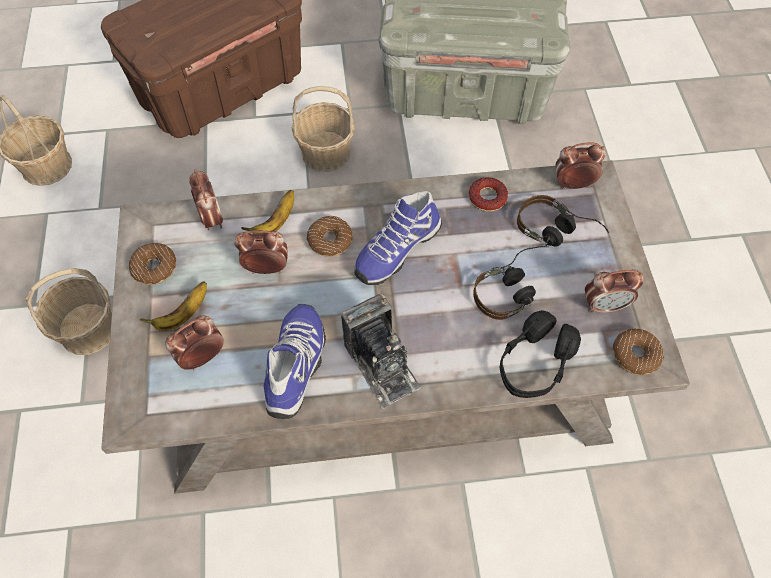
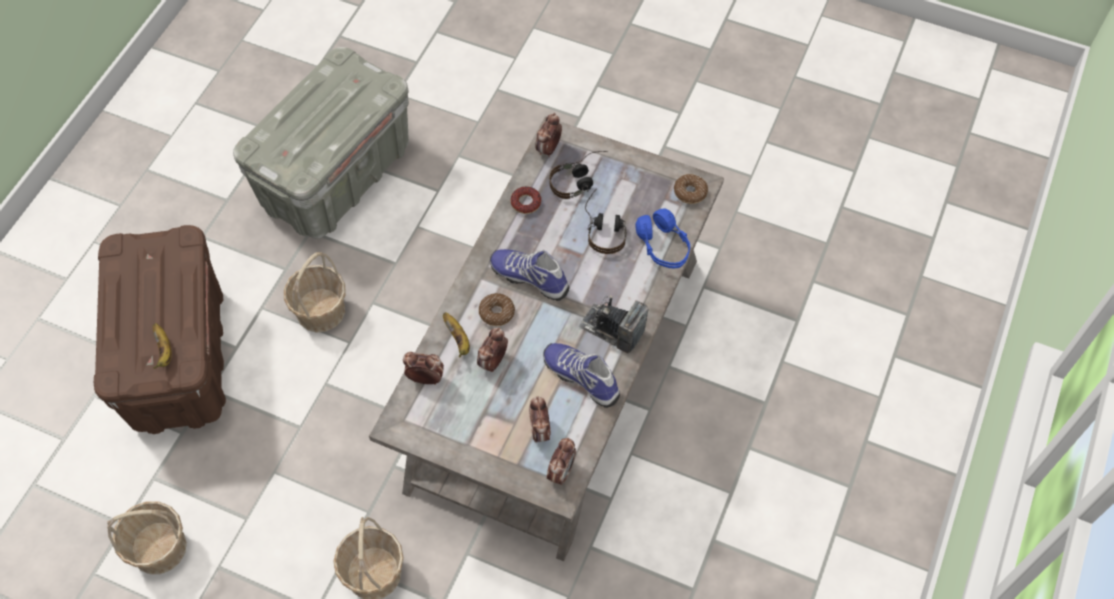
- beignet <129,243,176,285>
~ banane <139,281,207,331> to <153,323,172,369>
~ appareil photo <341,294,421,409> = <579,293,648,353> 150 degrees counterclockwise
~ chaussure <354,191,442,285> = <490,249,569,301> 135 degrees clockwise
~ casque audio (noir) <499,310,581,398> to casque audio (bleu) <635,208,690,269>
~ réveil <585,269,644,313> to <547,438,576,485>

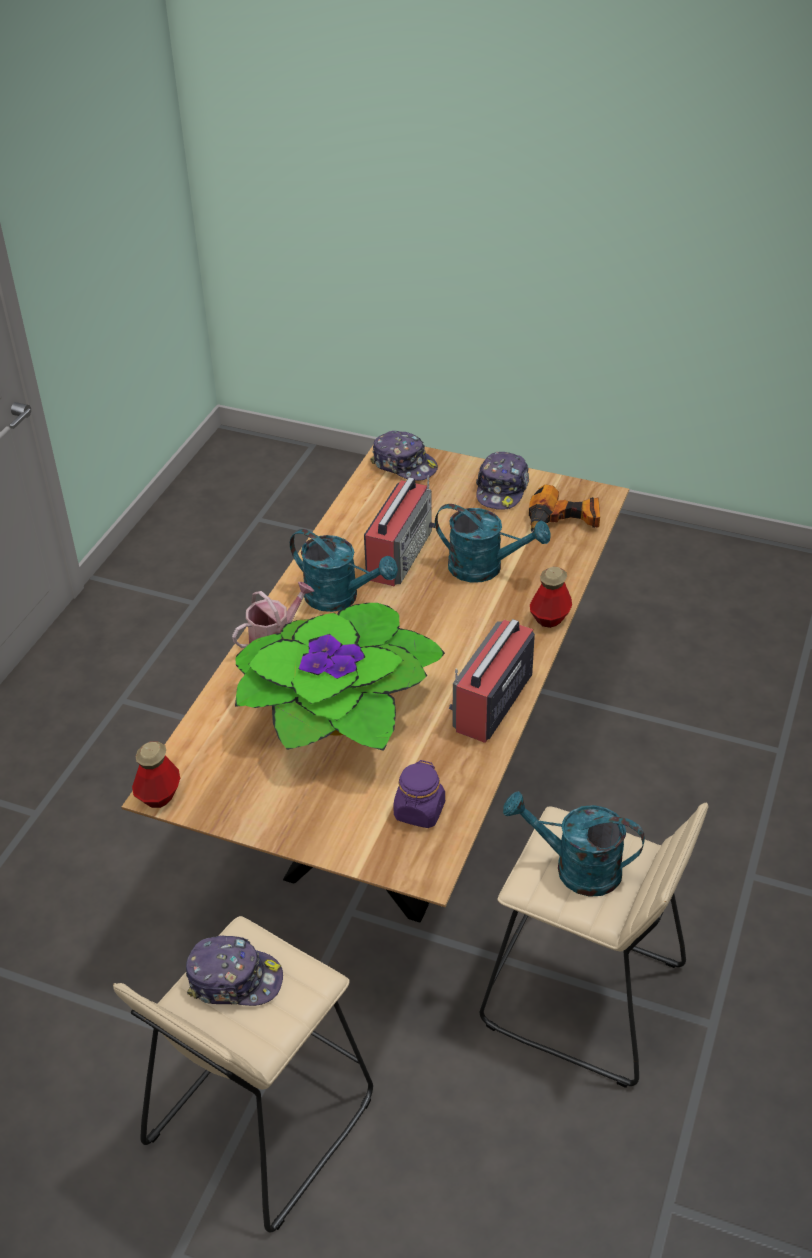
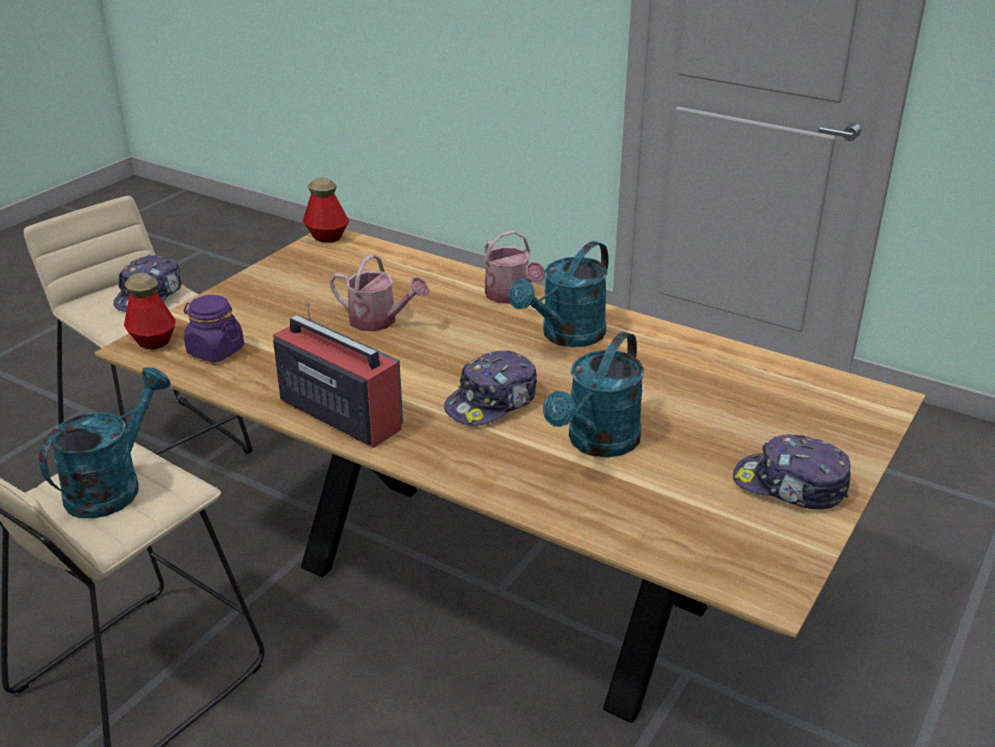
~ plante en pot <235,603,445,751> to arrosoir <329,254,429,331>
- radio <364,476,435,586>
~ casquette <370,431,438,481> to <444,350,537,426>
- perceuse <529,484,600,532>
~ bouteille <530,566,572,628> to <124,273,176,349>

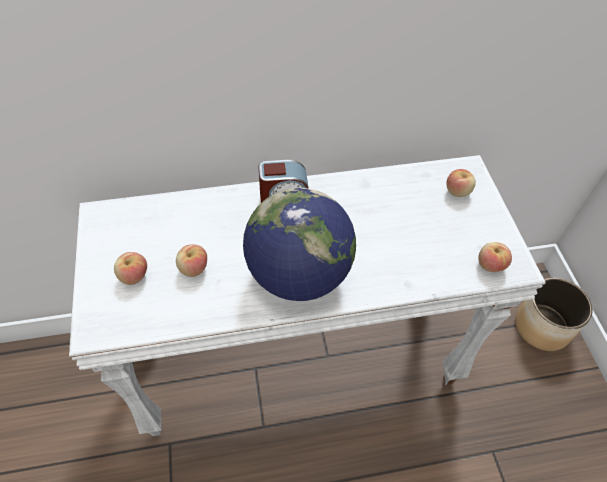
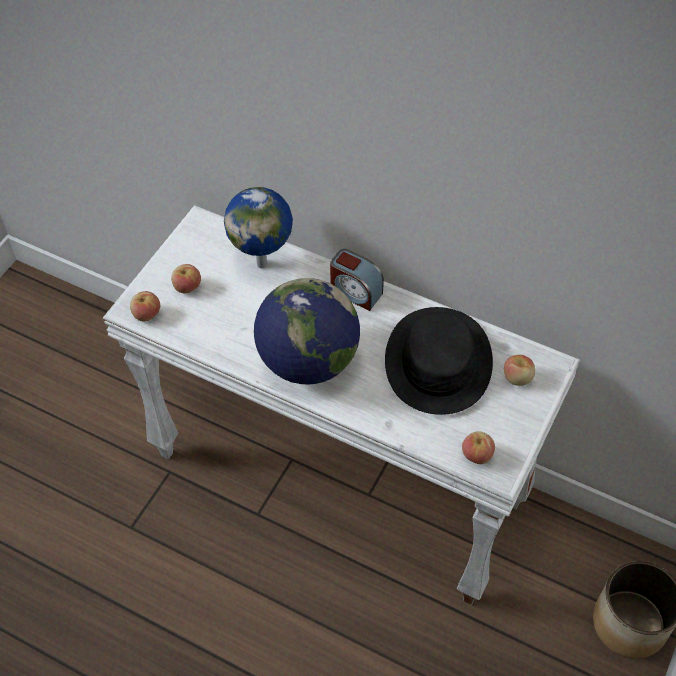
~ pomme <176,244,207,277> to <130,291,160,321>
+ globe <224,187,293,269>
+ chapeau (noir) <385,307,493,415>

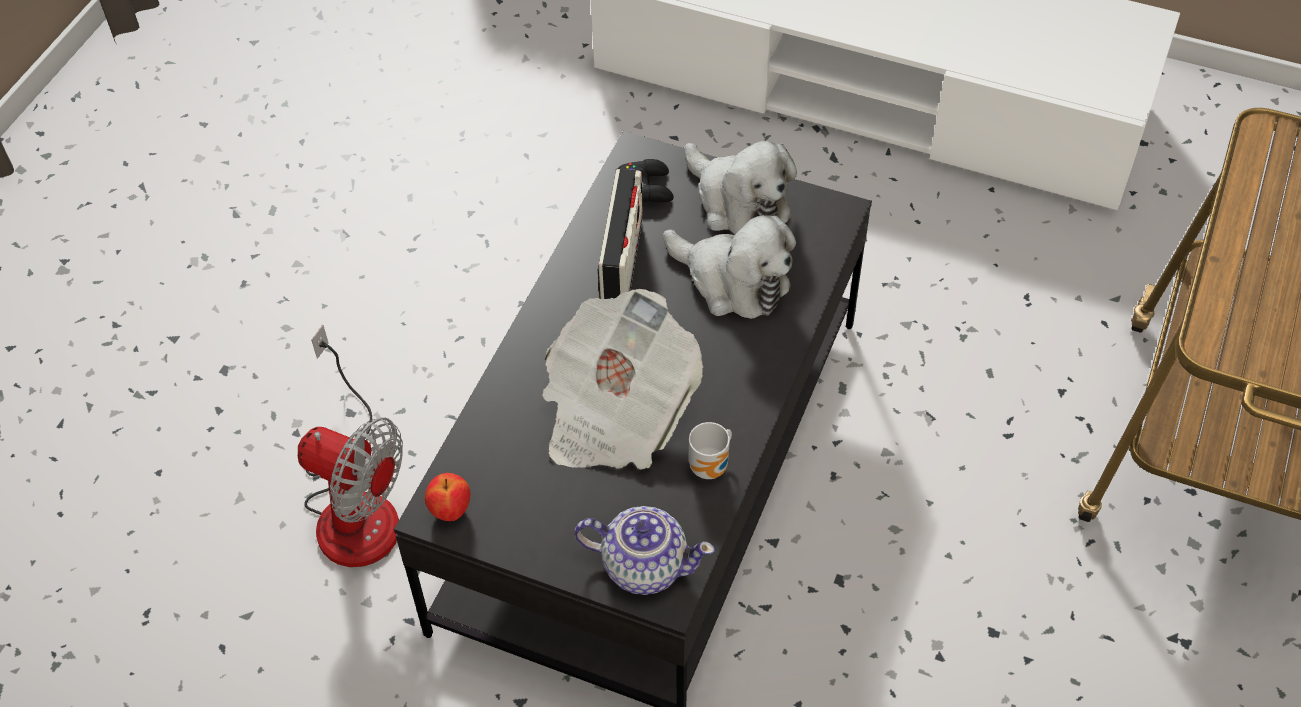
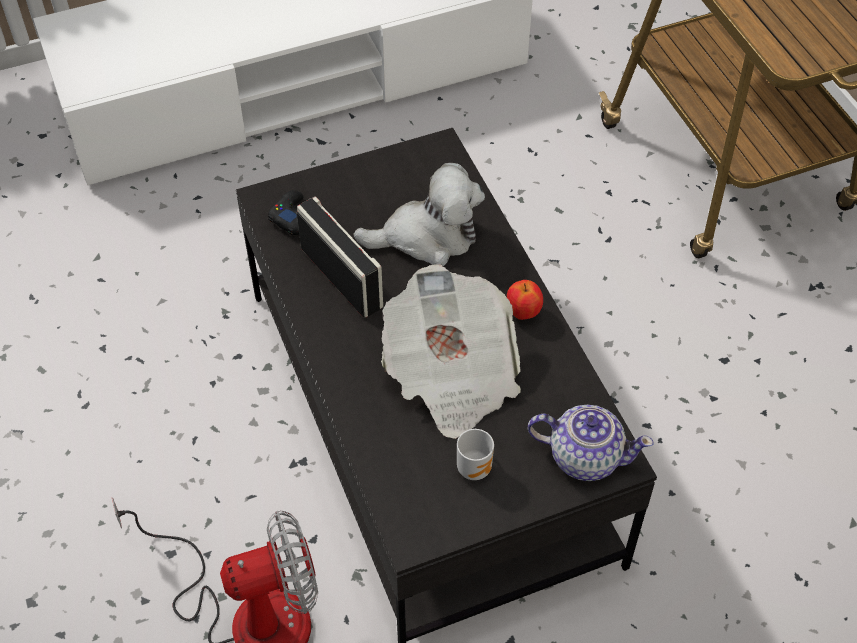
~ pomme <425,473,470,521> to <507,280,543,320>
~ théière <574,506,715,595> = <528,405,654,481> 45 degrees clockwise
- peluche <684,141,797,235>
~ mug <689,422,732,479> to <457,428,494,480>

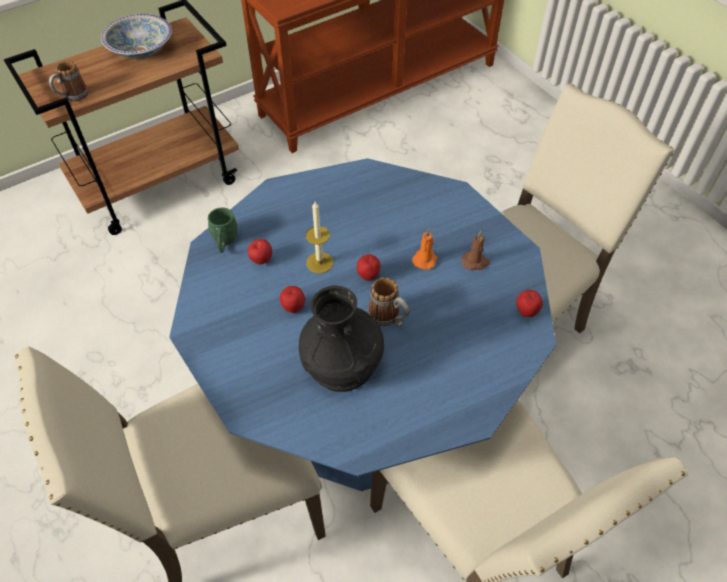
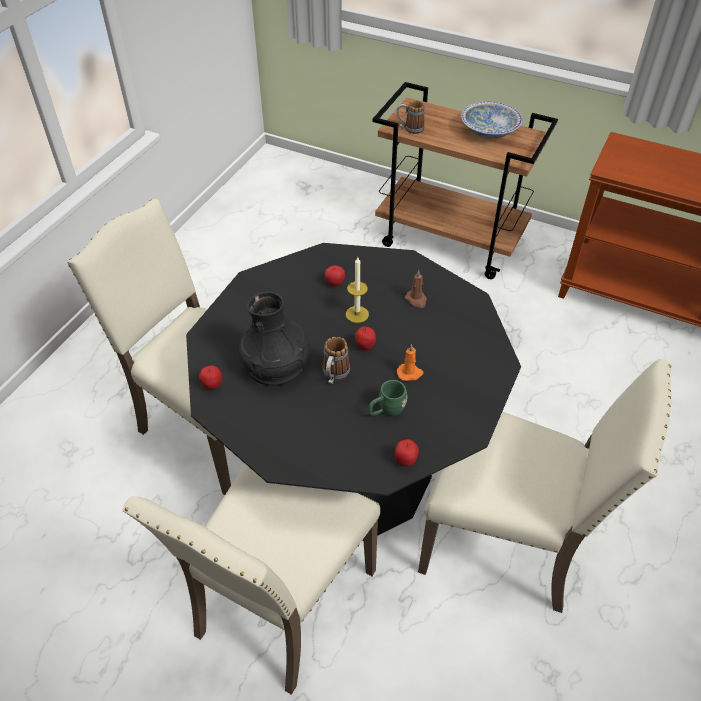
~ table à manger (bleu) <169,158,556,491> to table à manger (noir) <186,243,521,541>
~ mug (vert) <208,207,237,253> to <368,380,407,417>
~ pomme <280,286,305,313> to <199,366,222,389>
~ bougie (marron) <461,231,490,270> to <405,270,427,308>

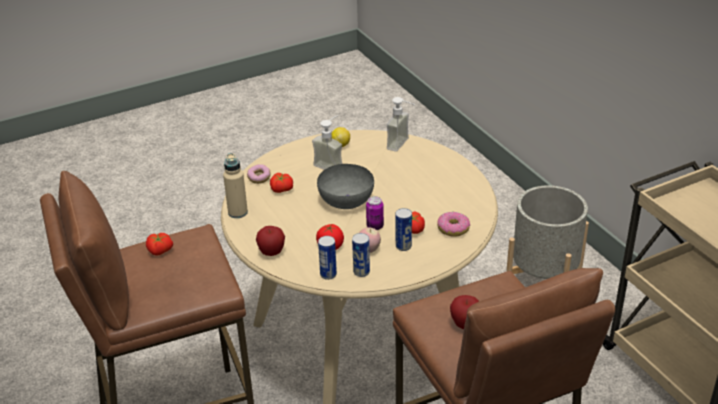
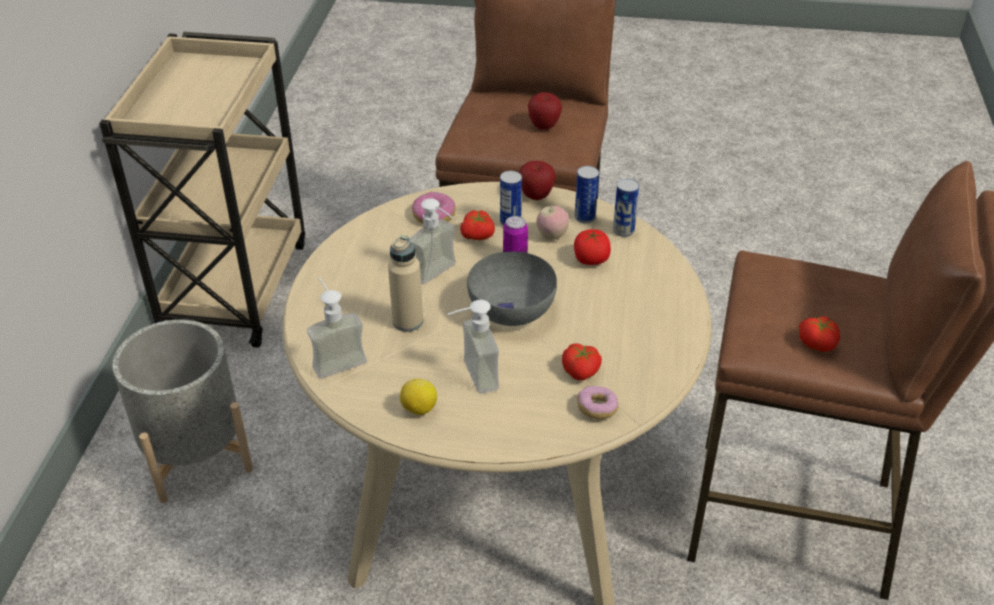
~ bouteille (beige) <223,153,248,218> to <388,236,423,332>
~ pomme <256,226,285,256> to <519,161,556,200>
+ distributeur de savon <409,198,456,284>

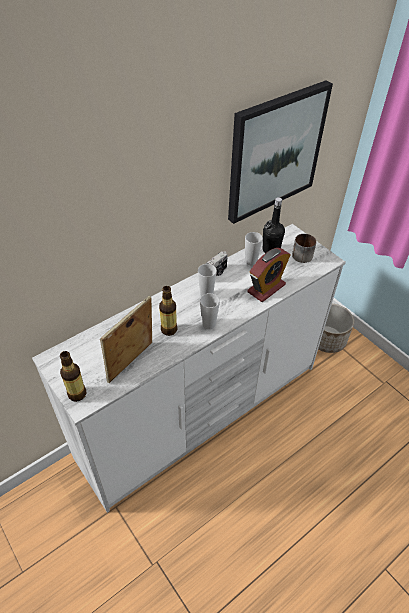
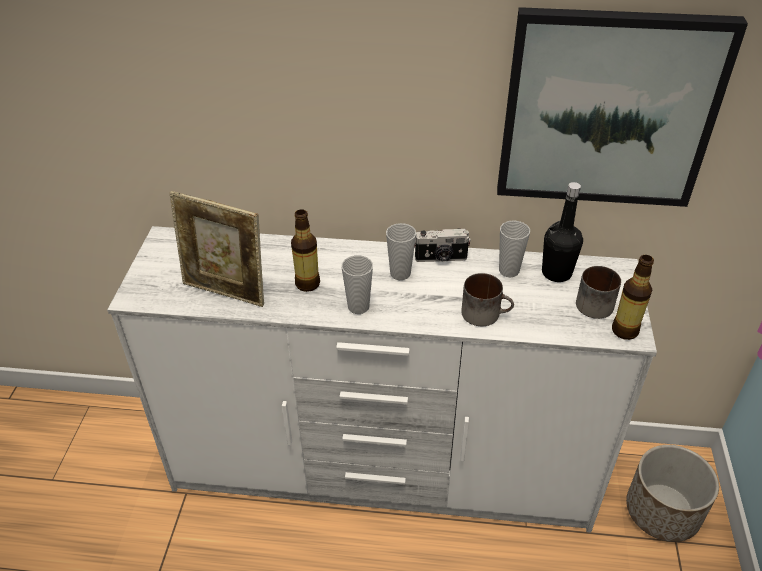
~ bouteille <60,351,87,402> to <612,255,654,340>
~ cadre photo <100,296,152,383> = <169,191,264,307> 150 degrees counterclockwise
~ réveil <247,248,291,302> to mug <461,273,514,326>

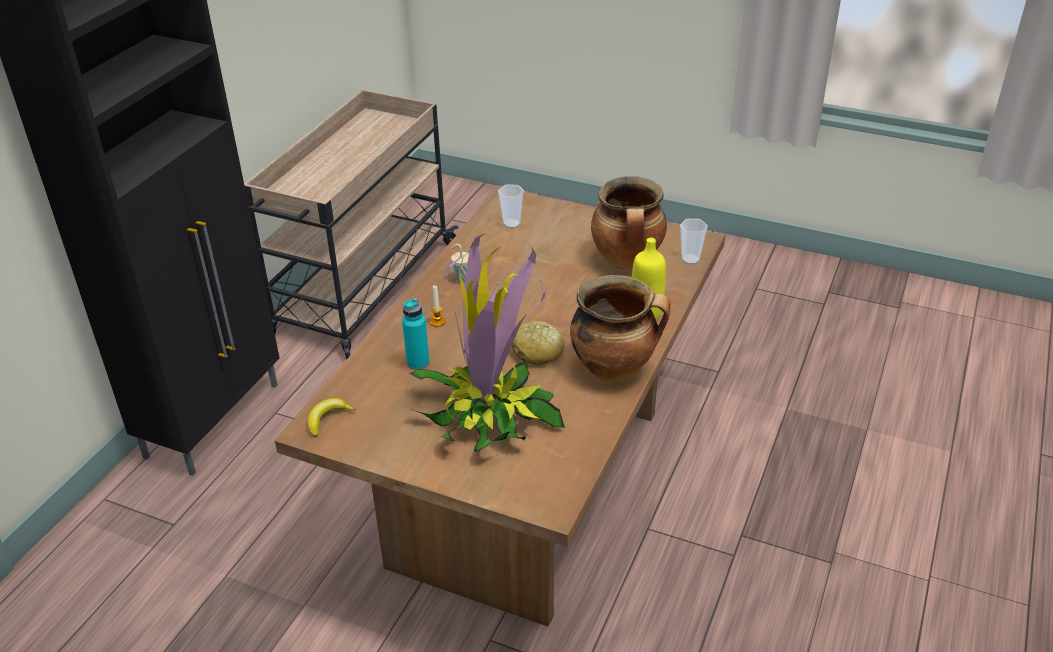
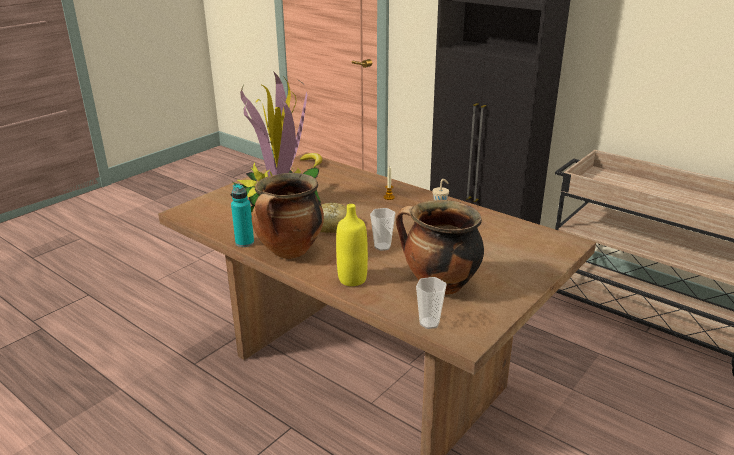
~ bouteille (turquoise) <402,298,430,370> to <231,184,254,247>
~ tasse <498,185,524,228> to <370,208,395,251>

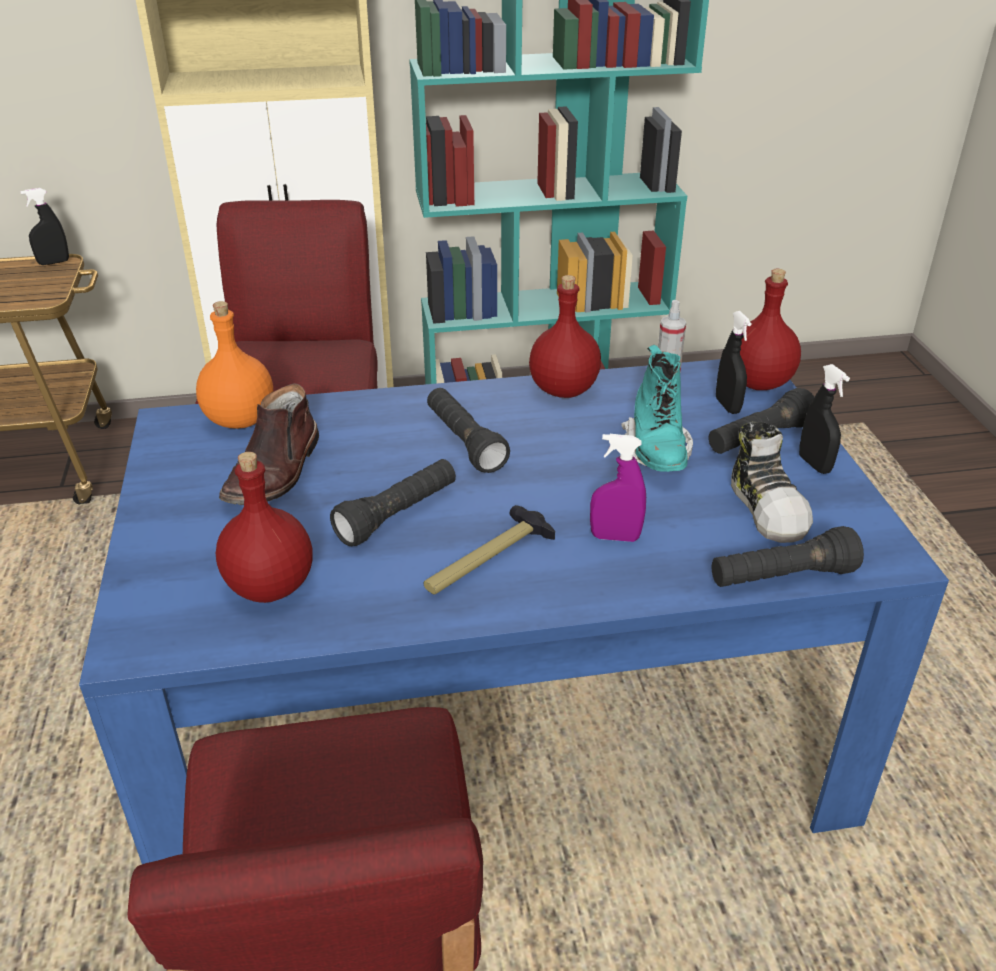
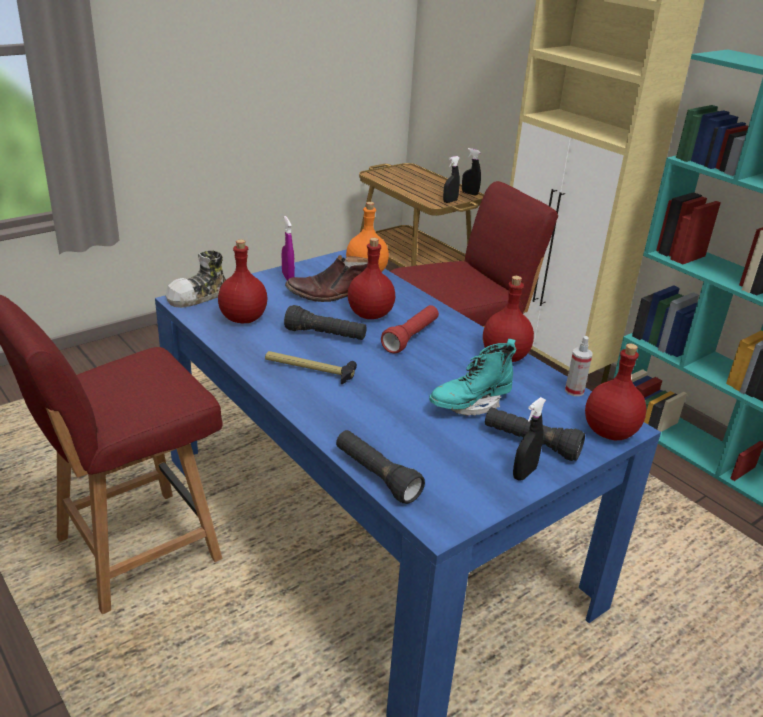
~ lampe de poche (noir) <427,388,510,473> to lampe de poche (rouge) <381,305,439,353>
~ vaporisateur (violet) <590,434,646,542> to <282,216,295,280>
~ vaporisateur (noir) <716,311,752,414> to <443,156,460,203>
~ chaussure <731,422,813,543> to <165,251,226,308>
+ bouteille (rouge) <348,238,395,319>

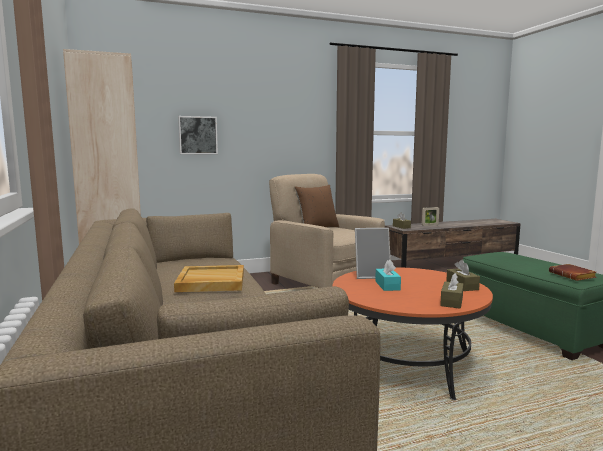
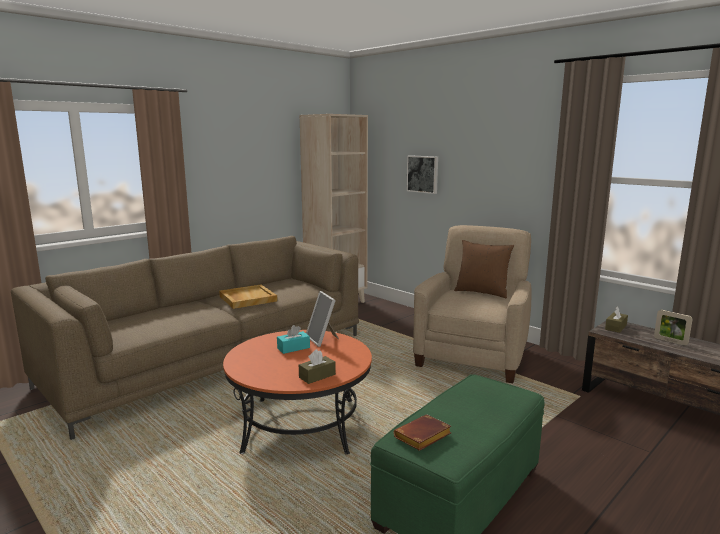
- boîte à mouchoirs (marron) <440,273,464,309>

